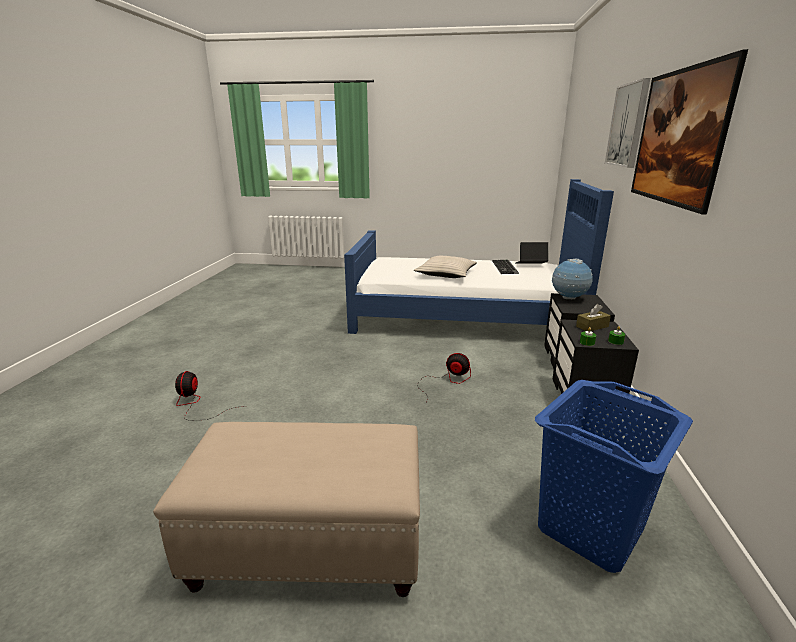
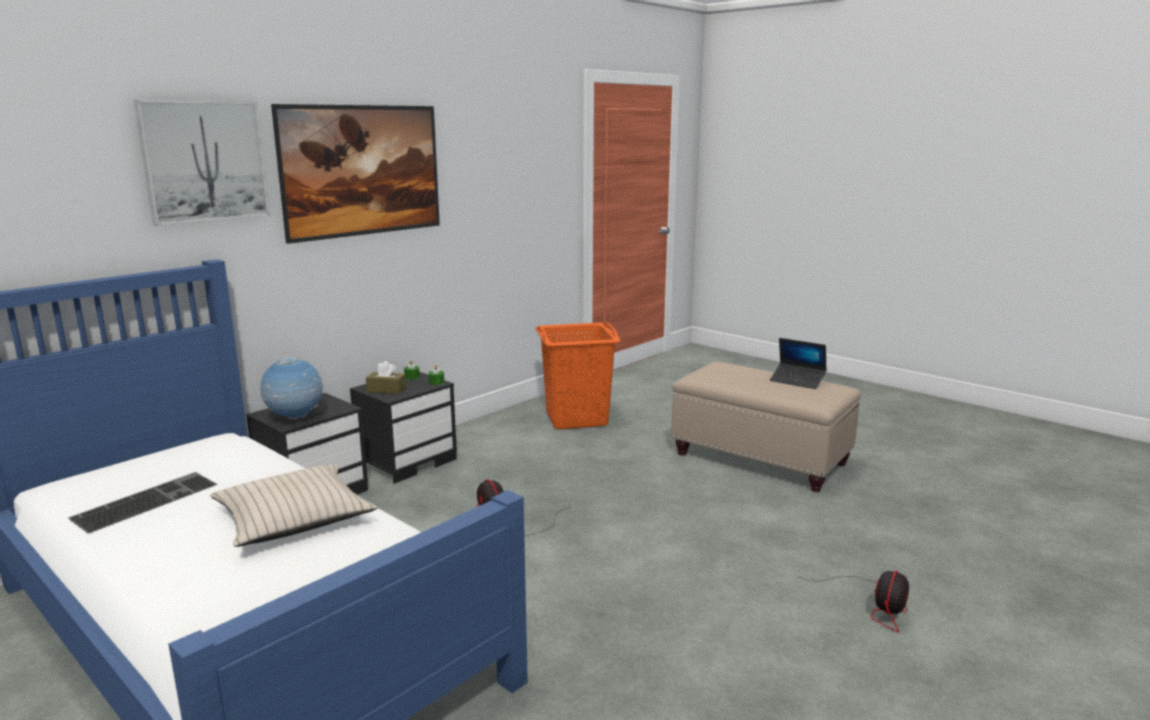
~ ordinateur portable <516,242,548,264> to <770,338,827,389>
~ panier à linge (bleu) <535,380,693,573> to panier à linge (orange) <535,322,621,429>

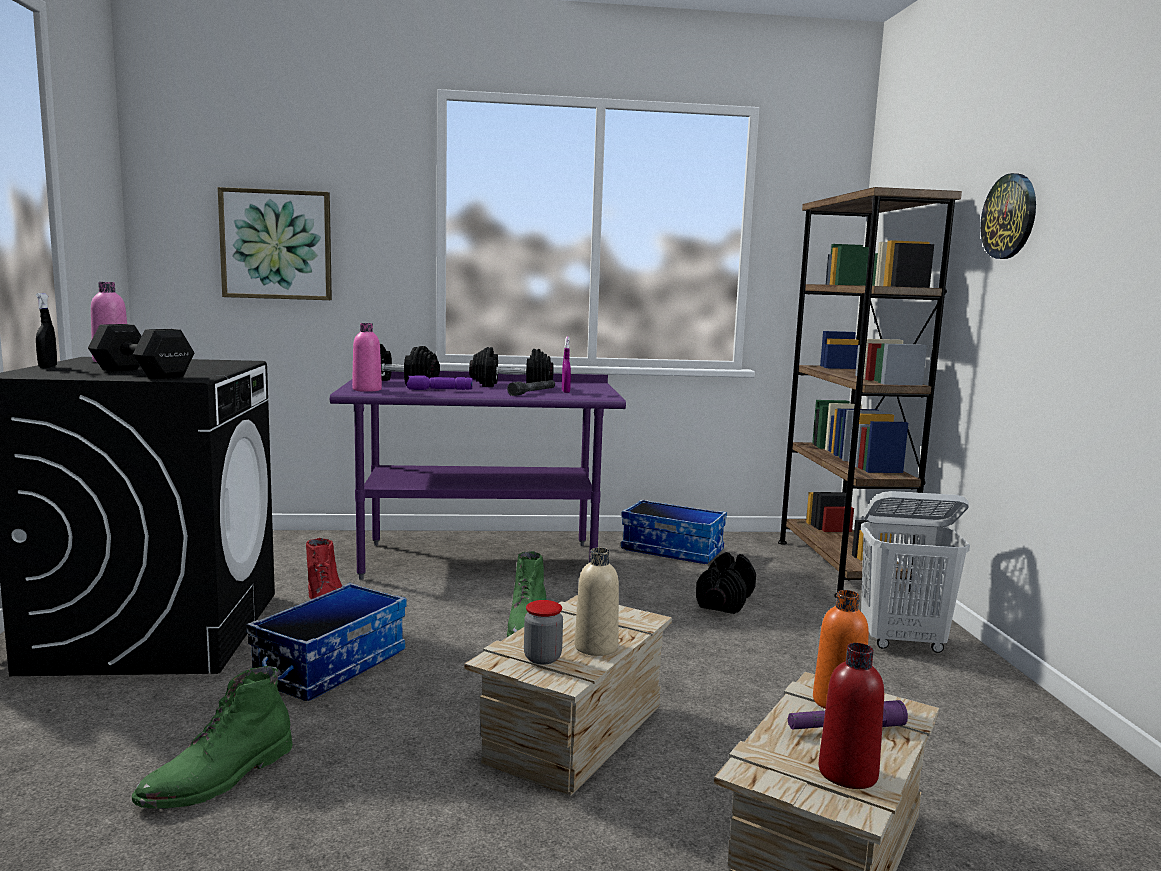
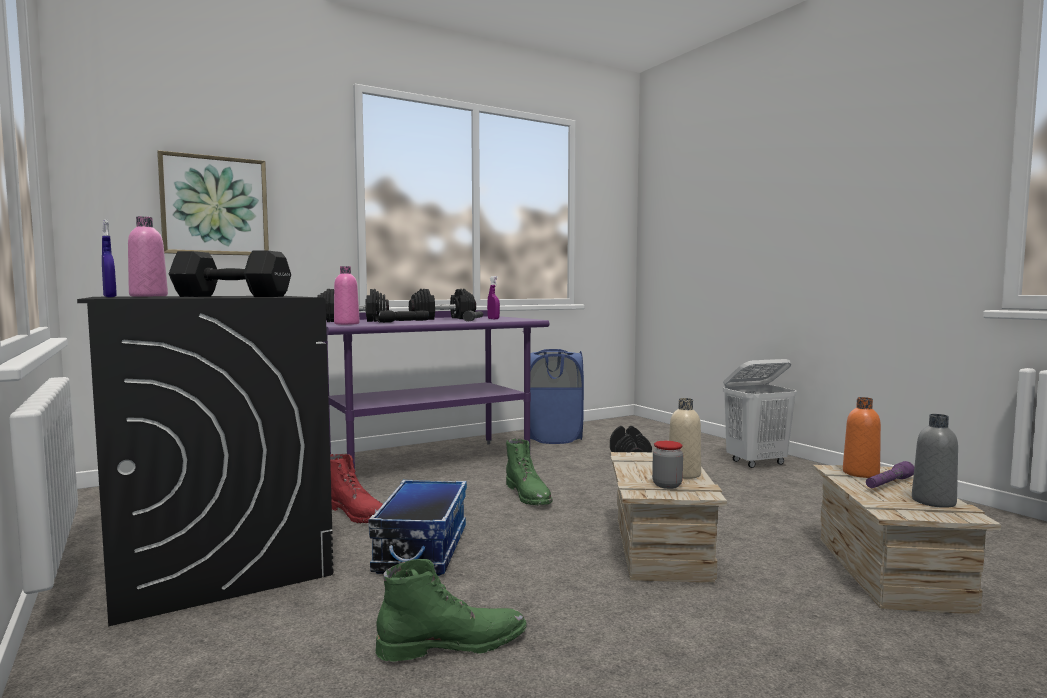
~ vaporisateur (noir) <36,293,57,368> to vaporisateur (bleu) <102,219,117,297>
~ botte (vert) <132,666,293,809> = <376,559,527,662> 120 degrees counterclockwise
~ lampe de poche (violet) <407,375,472,390> to lampe de poche (noir) <375,310,429,323>
~ boîte de rangement <621,499,727,564> to panier à linge (bleu) <530,349,584,444>
- bibliothèque (marron) <778,187,962,598>
~ bouteille (rouge) <818,643,884,789> to bouteille (gris) <912,414,958,508>
- horloge murale <980,173,1036,259>

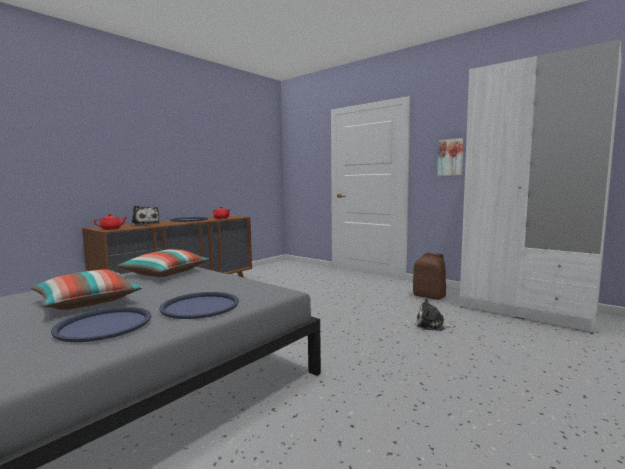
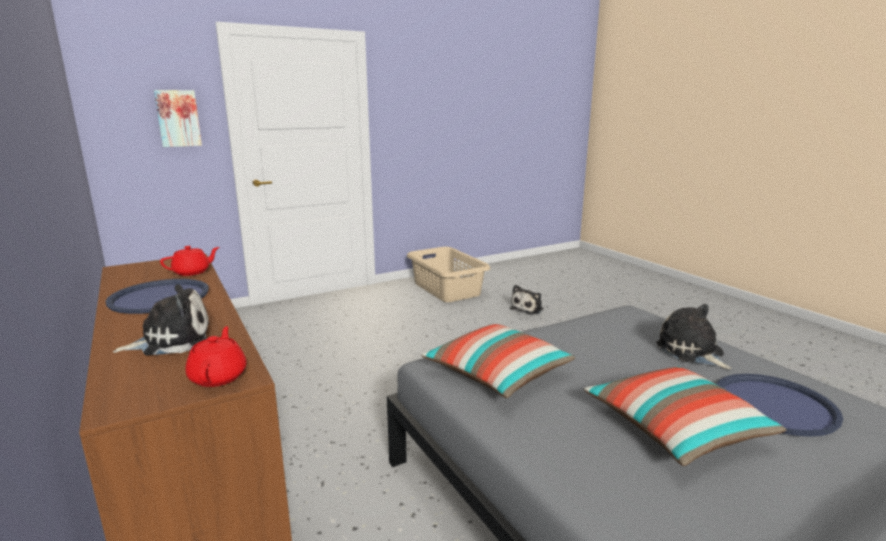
~ plateau (bleu) <159,292,239,319> to peluche <656,304,732,369>
~ sac à dos (marron) <413,252,446,300> to panier à linge (beige) <407,247,490,302>
~ tableau <437,138,463,176> to <154,90,202,147>
- armoire (blanc) <460,39,622,334>

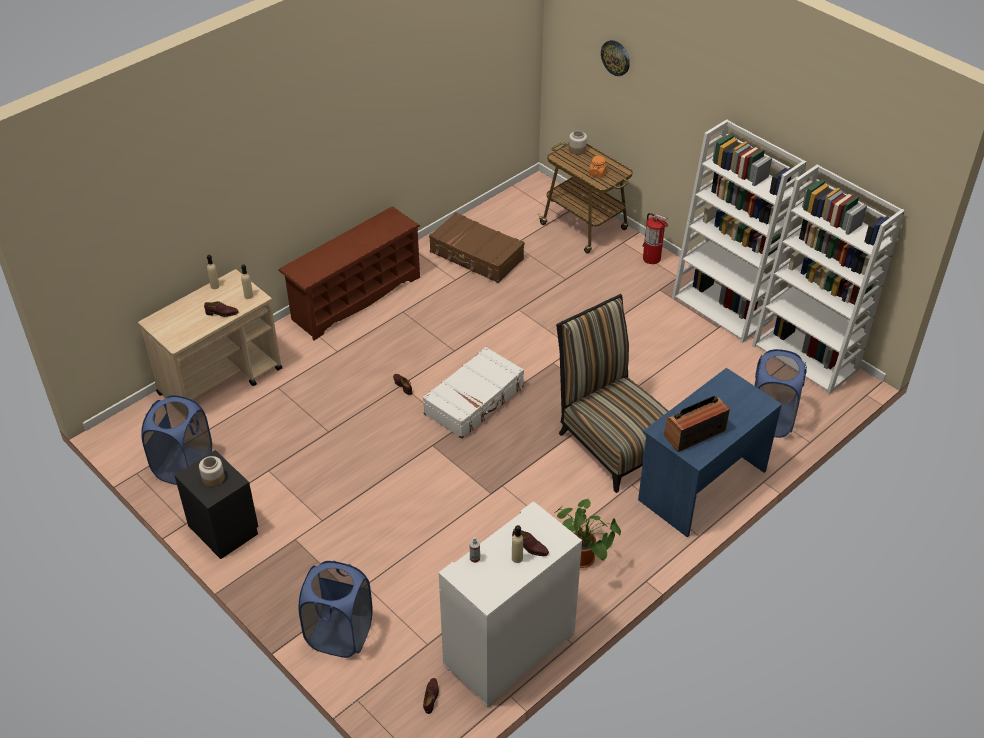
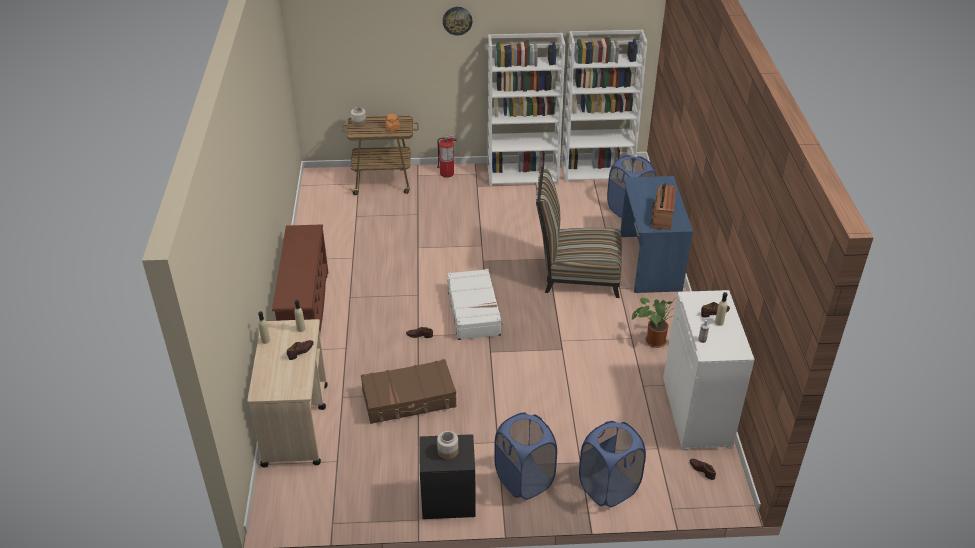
~ panier à linge (bleu) <141,395,212,485> to <494,412,557,500>
~ valise (marron) <429,212,524,283> to <361,359,457,424>
~ horloge murale <601,40,630,76> to <443,7,473,35>

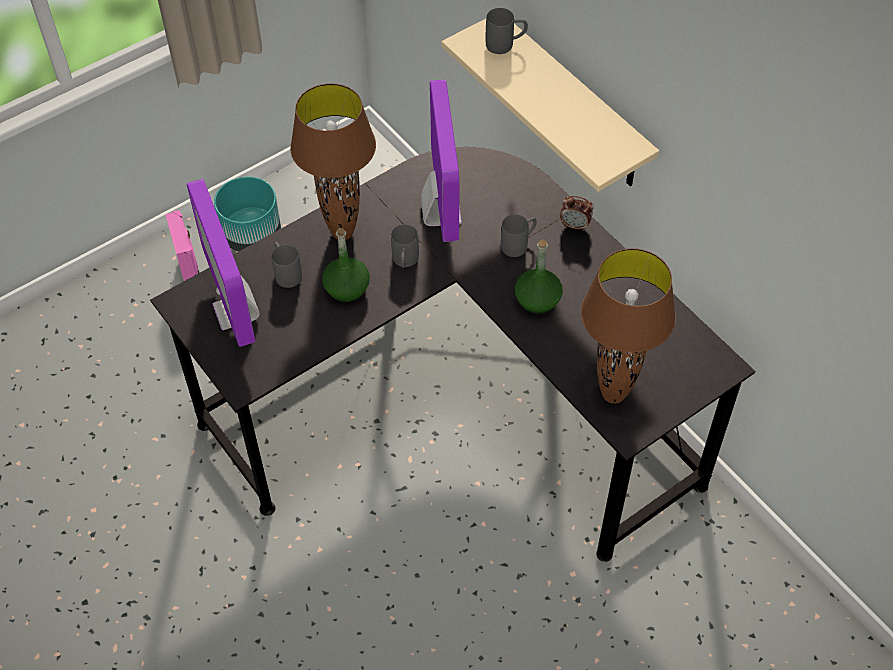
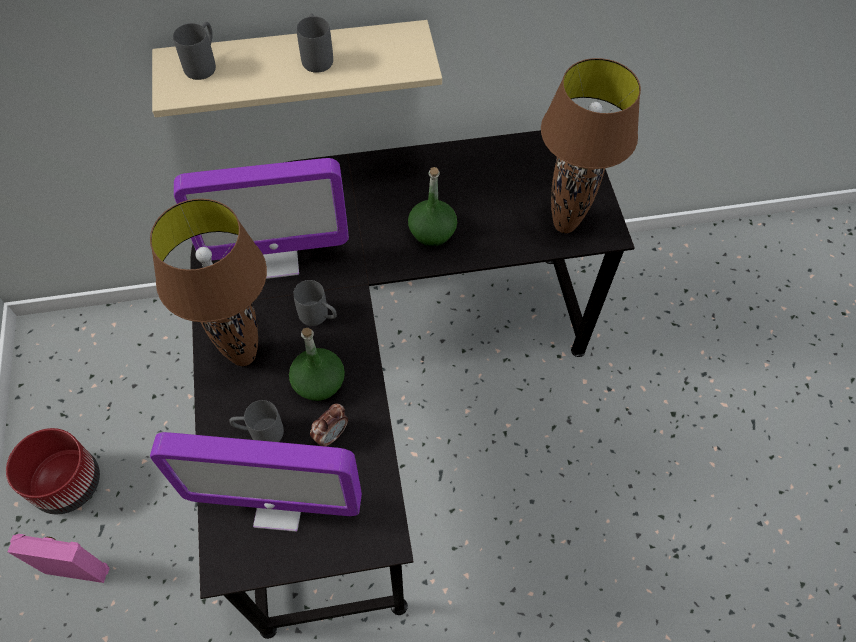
~ cache-pot (turquoise) <214,177,281,252> to cache-pot (rouge) <6,428,100,514>
~ écran d'ordinateur <421,80,462,242> = <174,158,349,279> 150 degrees clockwise
~ mug (gris) <501,214,537,257> to <297,14,333,73>
~ réveil <560,196,594,231> to <310,403,348,447>

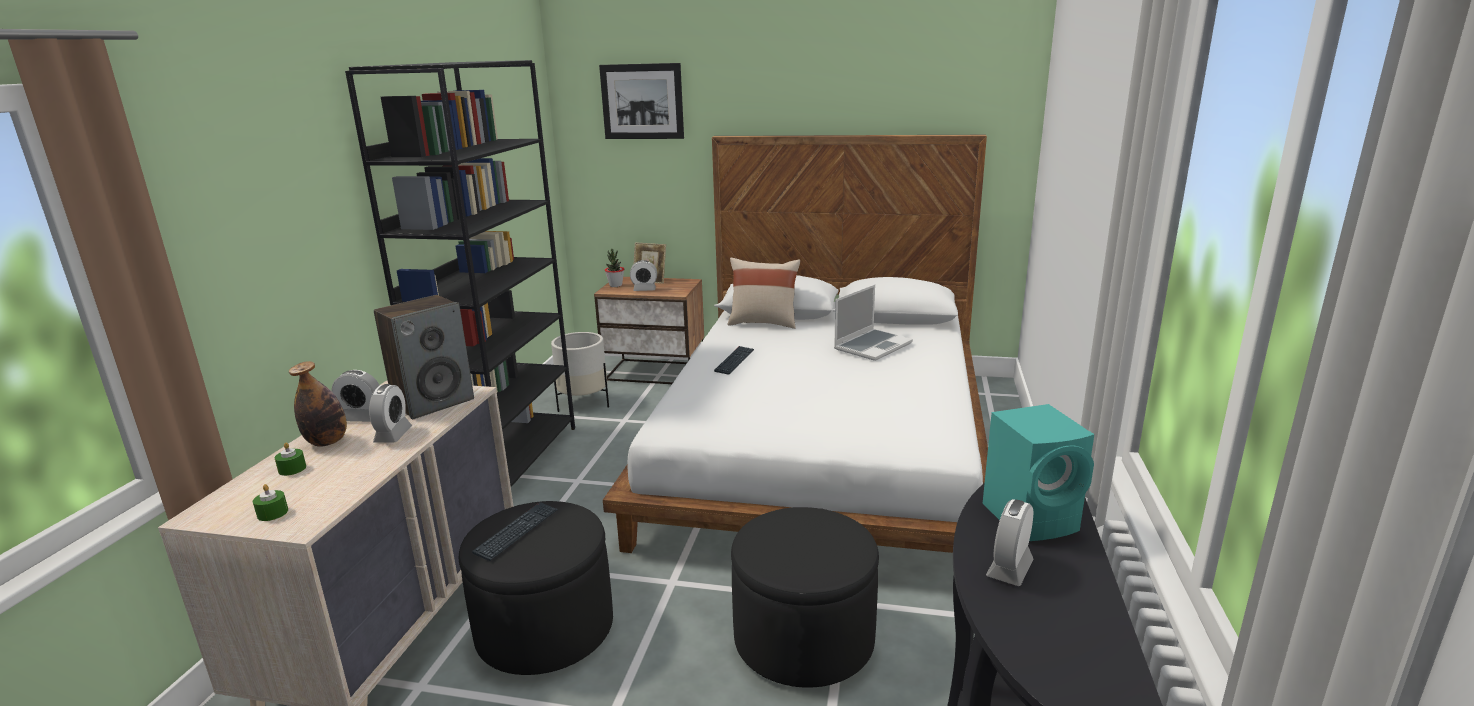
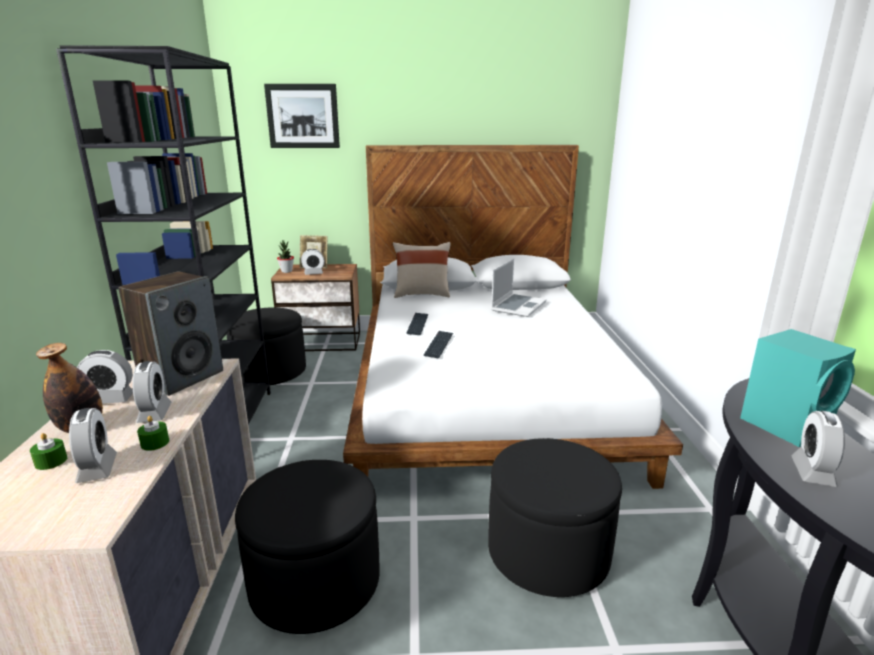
~ bougie (vert) <253,484,288,521> to <137,416,169,451>
~ clavier <472,502,558,561> to <424,331,453,358>
~ cache-pot (blanc) <551,332,609,412> to pouf (noir) <227,307,306,385>
+ réveil <69,408,117,483>

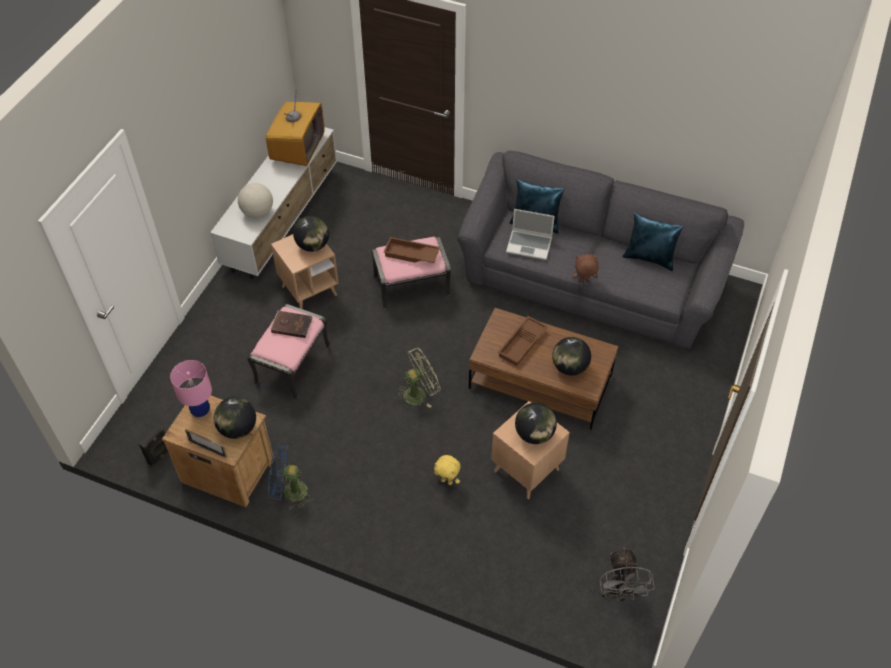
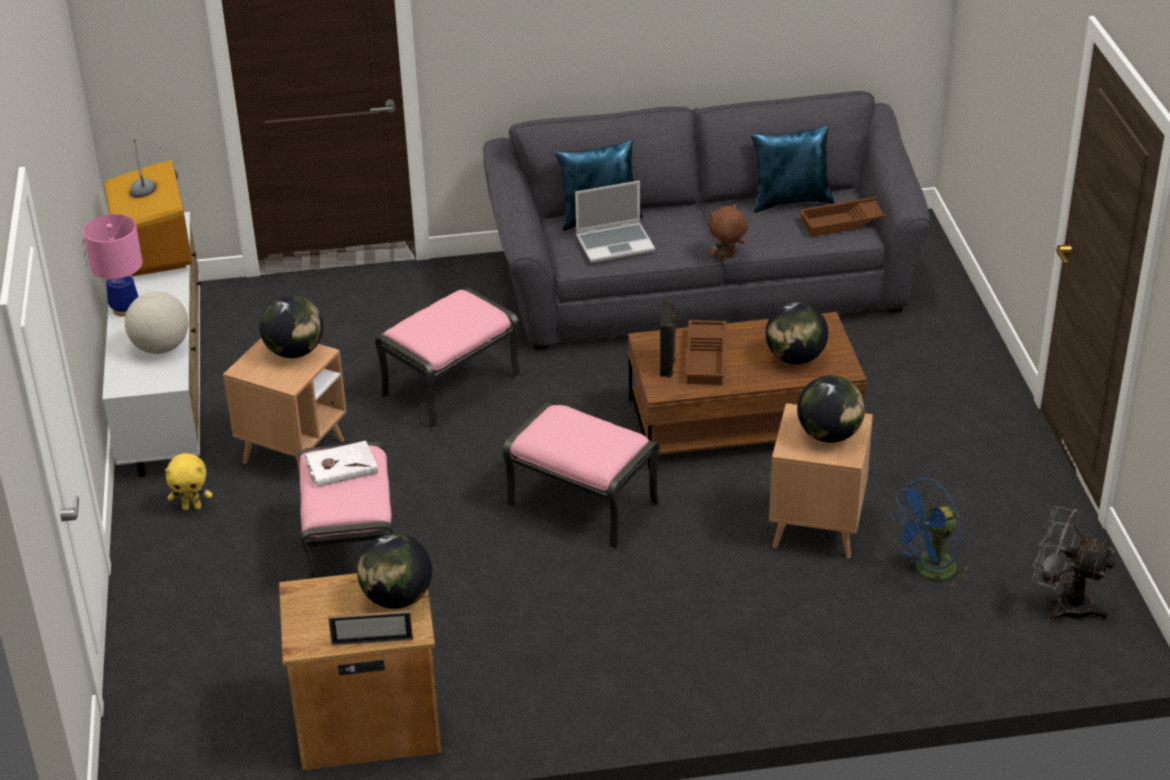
~ enceinte (noir) <139,425,168,467> to <660,300,675,377>
~ lampe de table (rose) <170,360,212,419> to <83,214,143,316>
~ ventilateur (bleu) <268,445,314,510> to <890,478,970,590>
~ livre (marron) <271,311,312,338> to livre (blanc) <304,441,378,487>
~ plateau (marron) <384,237,440,263> to <799,197,886,237>
~ ventilateur (vert) <396,348,440,408> to pouf (rose) <503,402,660,550>
~ peluche (jaune) <434,455,460,485> to <165,453,212,510>
~ ventilateur (gris) <600,547,654,601> = <1032,506,1115,622> 150 degrees clockwise

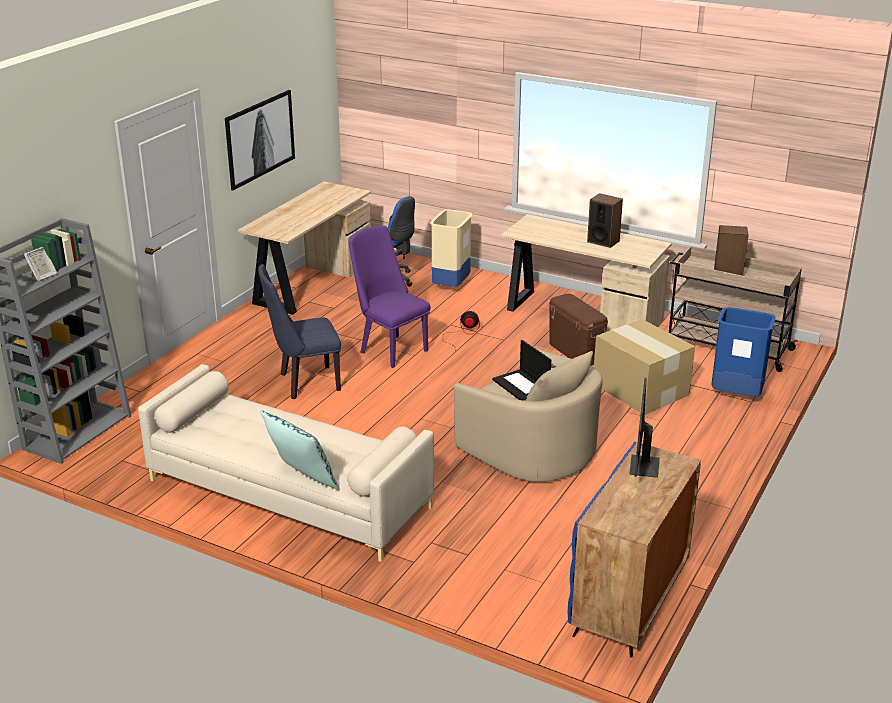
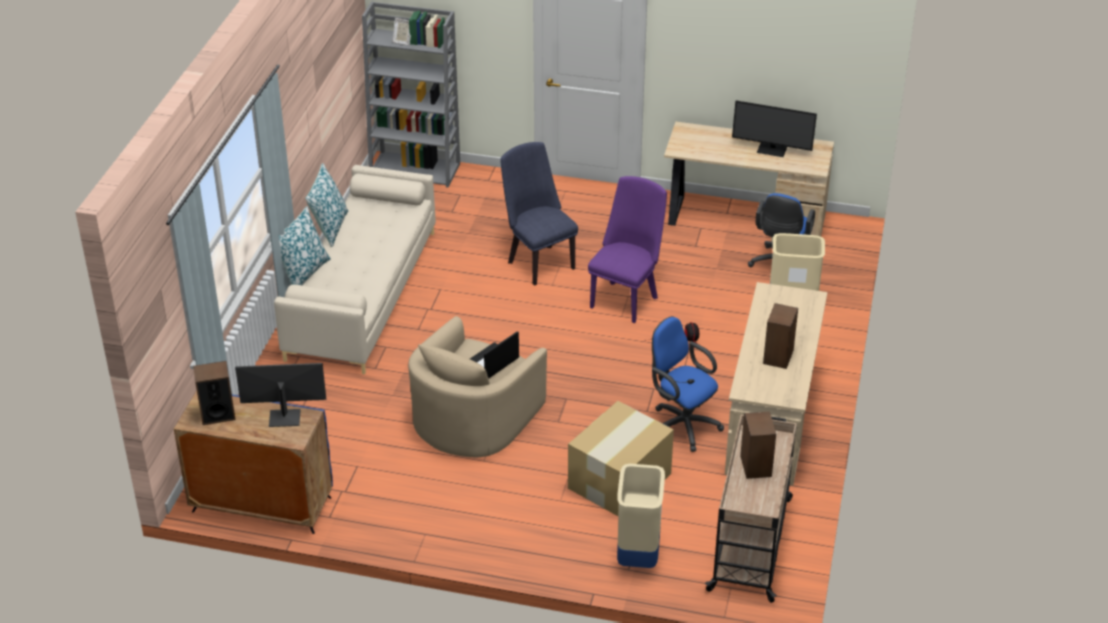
- tableau <225,90,295,190>
~ boîte de rangement (marron) <549,294,608,366> to chaise de bureau (bleu) <652,316,724,452>
~ poubelle (bleu) <711,307,776,397> to poubelle (beige) <617,464,665,568>
+ enceinte <193,361,235,425>
+ coussin <305,163,348,247>
+ écran d'ordinateur <732,101,817,157>

